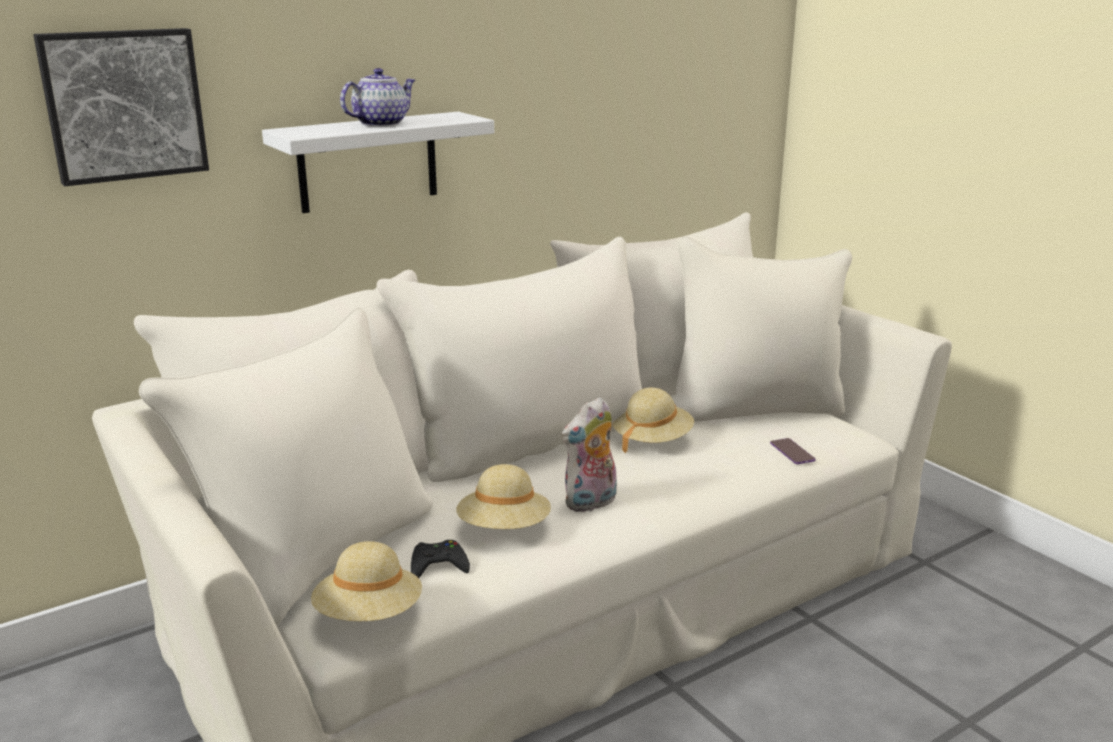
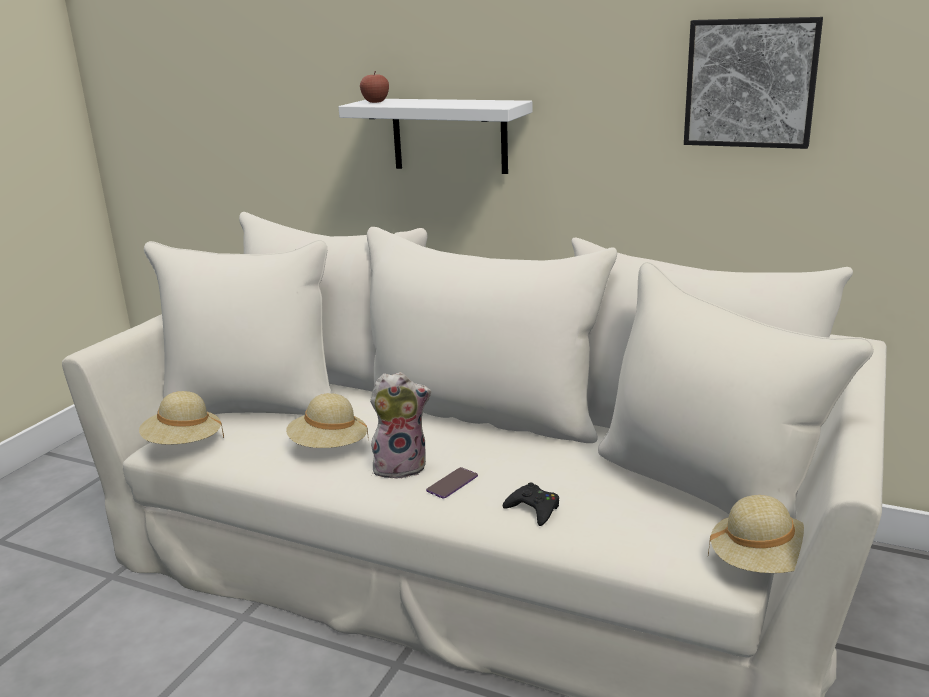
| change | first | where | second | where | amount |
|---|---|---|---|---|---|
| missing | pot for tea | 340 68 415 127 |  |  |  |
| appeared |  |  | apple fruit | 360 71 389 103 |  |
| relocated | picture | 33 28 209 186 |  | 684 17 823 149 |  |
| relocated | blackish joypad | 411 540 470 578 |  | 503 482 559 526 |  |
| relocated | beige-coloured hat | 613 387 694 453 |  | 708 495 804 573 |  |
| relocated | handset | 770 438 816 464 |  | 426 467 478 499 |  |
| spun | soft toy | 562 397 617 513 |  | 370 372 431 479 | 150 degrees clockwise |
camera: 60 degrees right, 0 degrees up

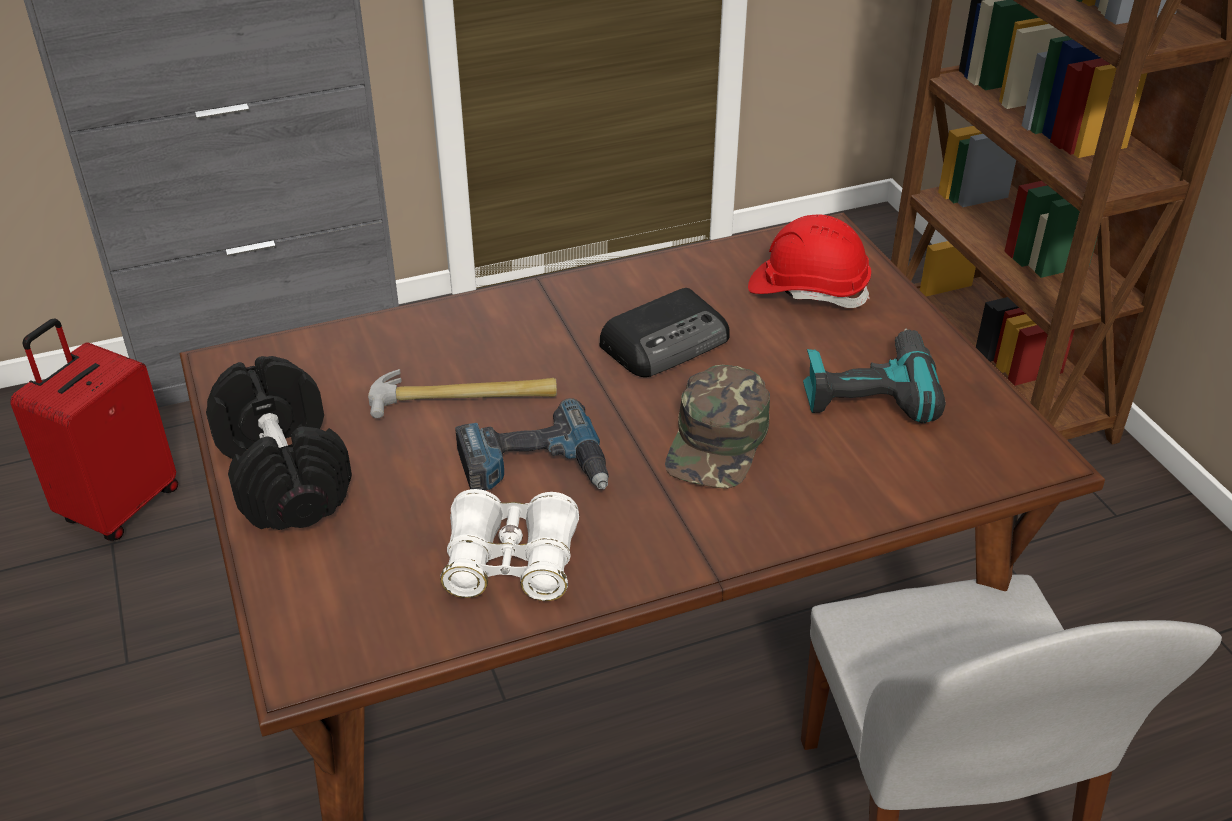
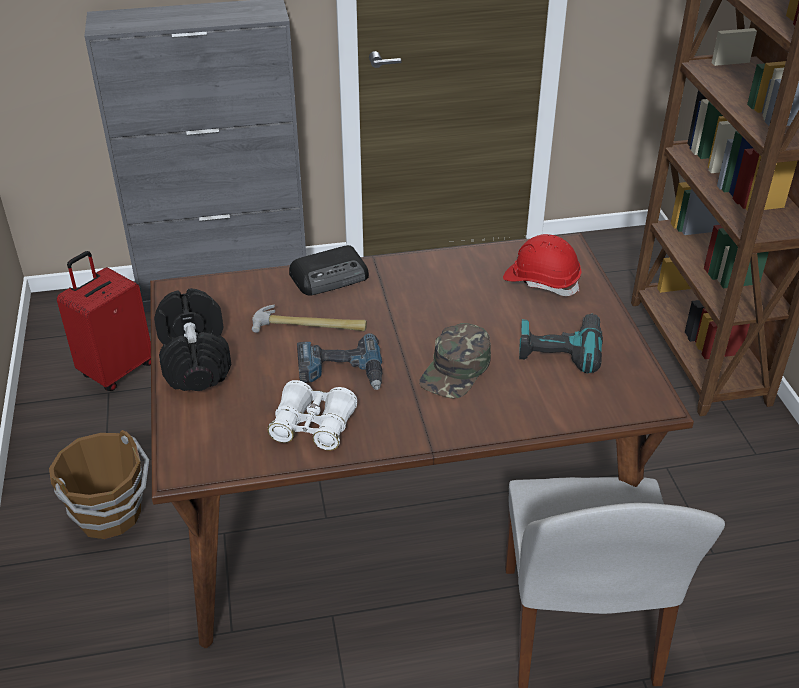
| change | first | where | second | where | amount |
|---|---|---|---|---|---|
| appeared |  |  | brownish water bucket | 49 430 149 539 |  |
| relocated | radio receiver | 600 288 730 377 |  | 289 245 369 296 |  |
camera: 10 degrees right, 0 degrees up

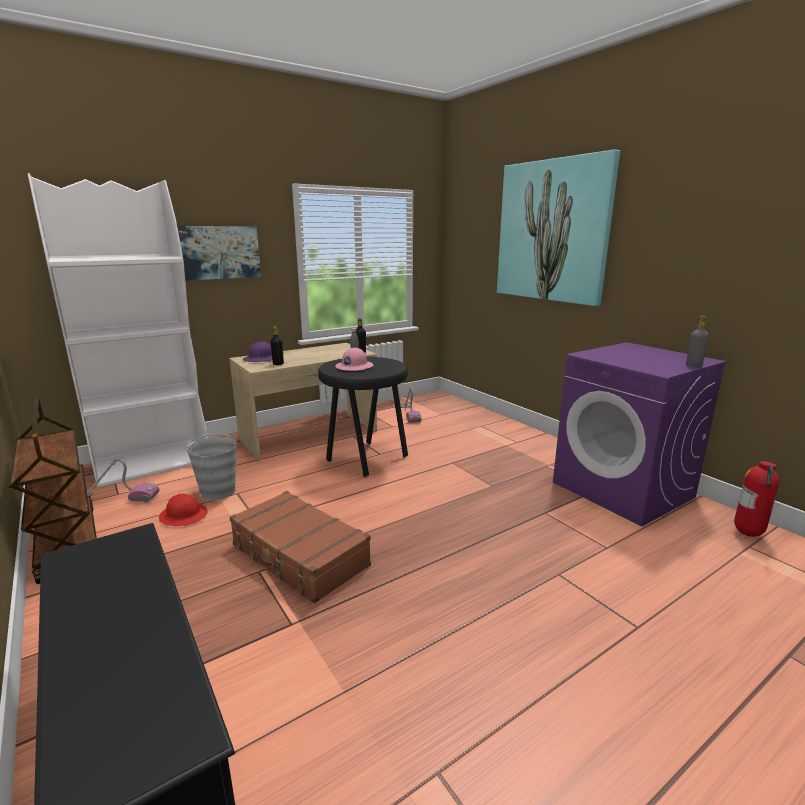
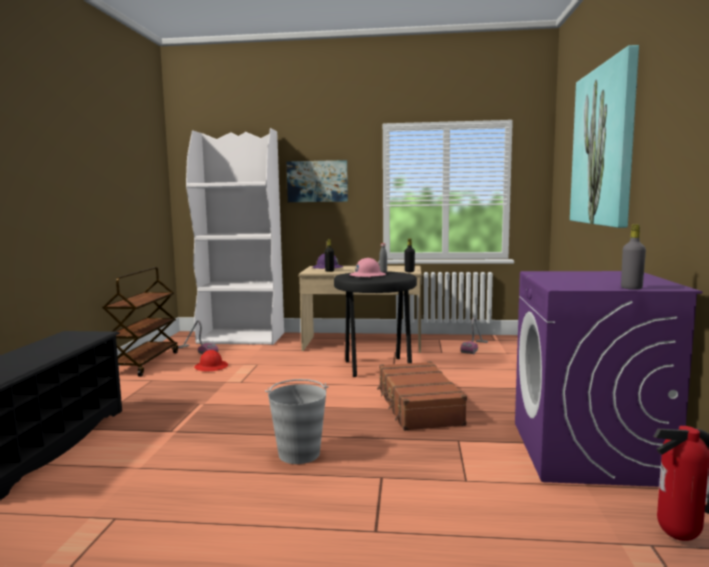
| change | first | where | second | where | amount |
|---|---|---|---|---|---|
| relocated | grey water bucket | 186 433 236 500 |  | 265 379 329 464 |  |
| relocated | brownish suitcase | 230 491 371 603 |  | 377 361 467 431 |  |
camera: 40 degrees right, 10 degrees down

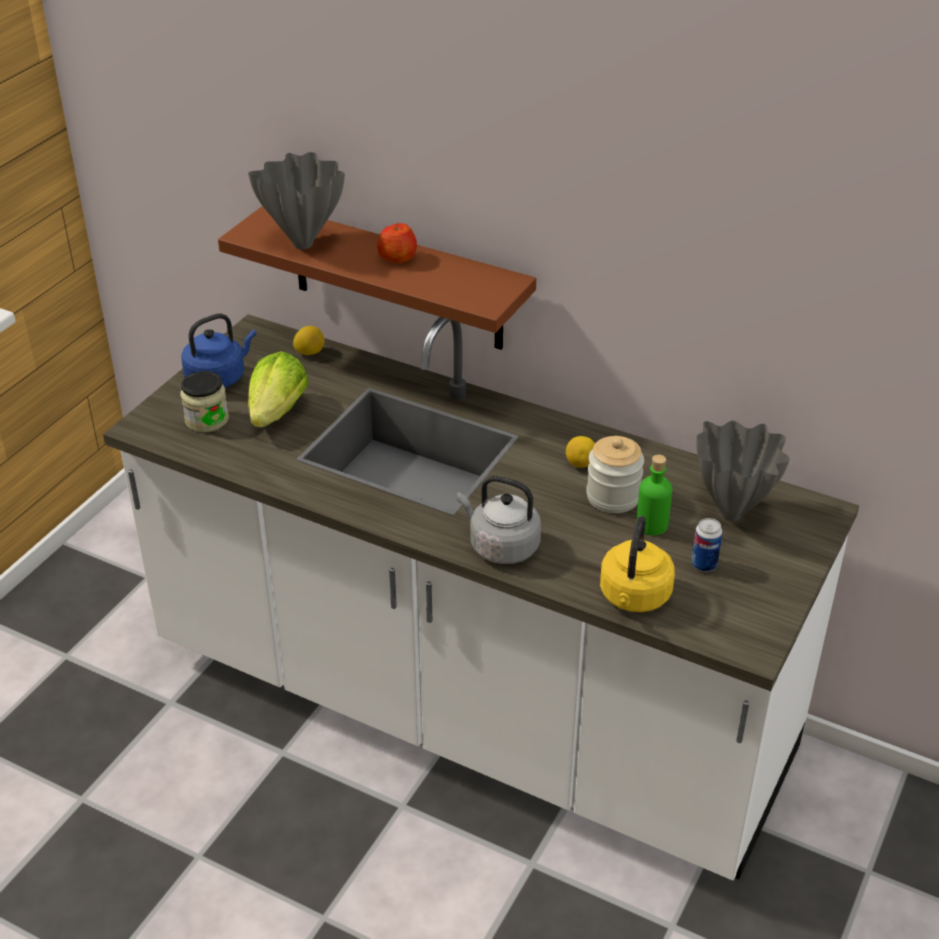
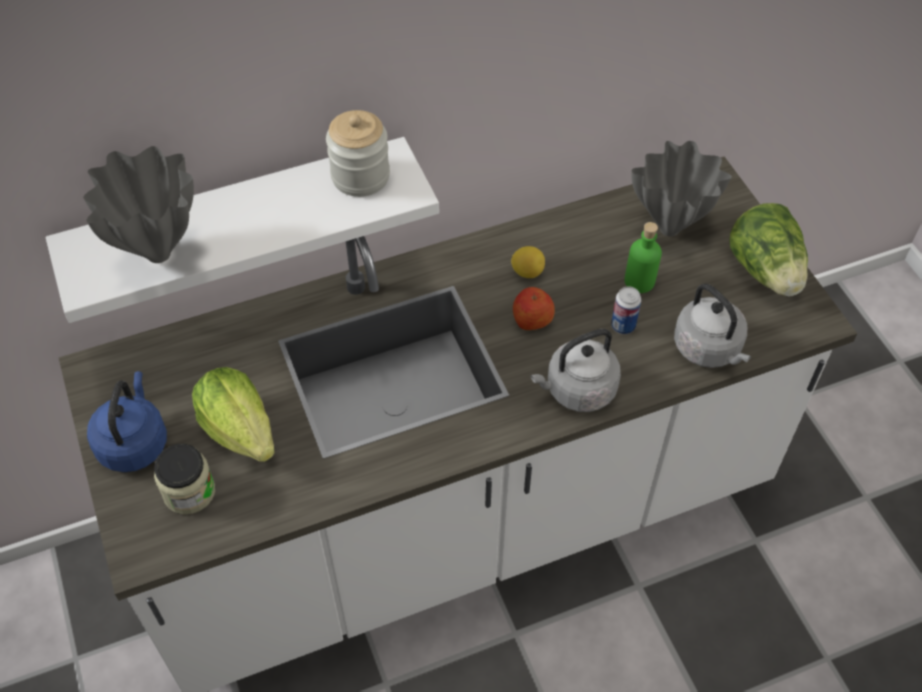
| change | first | where | second | where | amount |
|---|---|---|---|---|---|
| missing | citrus fruit | 293 326 325 355 |  |  |  |
| appeared |  |  | head of lettuce | 729 203 808 296 |  |
| relocated | apple fruit | 377 223 417 263 |  | 513 287 555 330 |  |
| relocated | preserve jar | 586 436 644 513 |  | 326 110 390 197 |  |
| relocated | sealed can | 691 518 722 572 |  | 611 286 641 334 |  |
| colour | brownish shelf | 218 206 536 350 | whitish shelf | 46 137 439 323 |  |
| colour | yellowish kettle | 600 516 675 612 | grey kettle | 674 283 751 368 |  |
camera: 50 degrees left, 15 degrees up

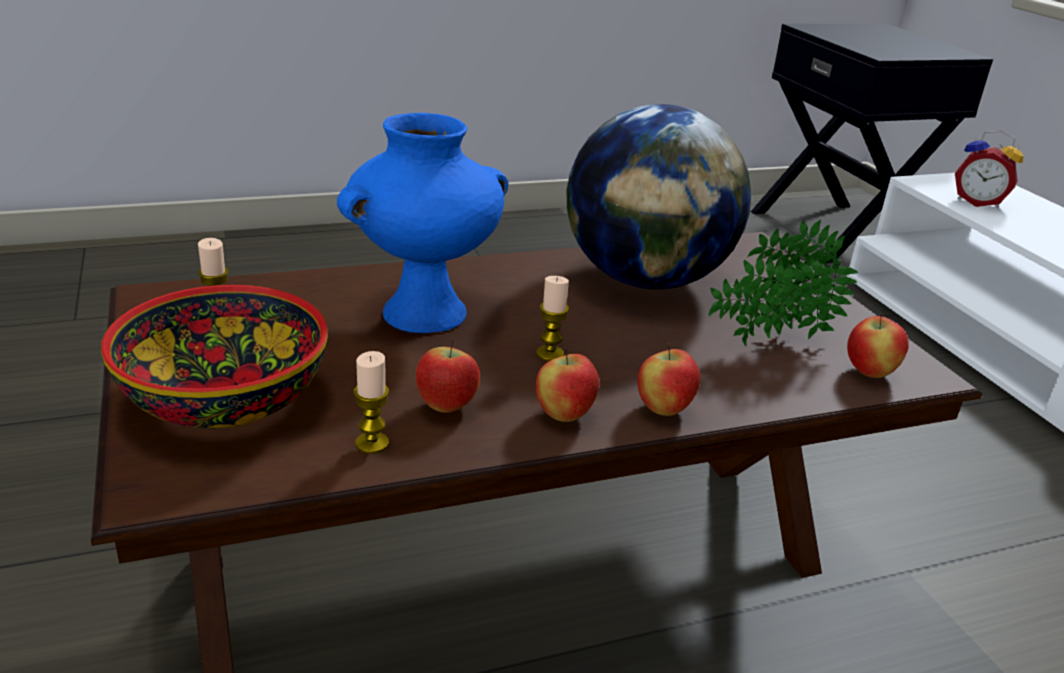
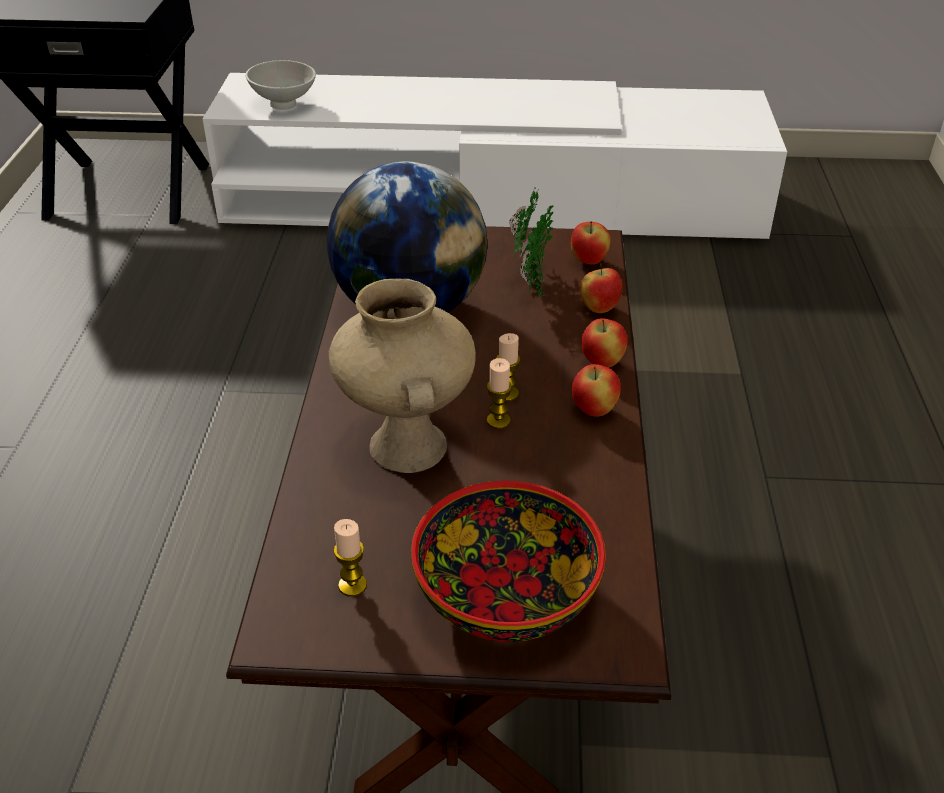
| change | first | where | second | where | amount |
|---|---|---|---|---|---|
| relocated | candle | 353 351 389 454 |  | 487 358 512 429 |  |
| relocated | apple fruit | 416 338 480 413 |  | 580 264 623 313 |  |
| exchanged | bedside clock | 955 131 1024 208 | whitish deep dish | 245 60 316 110 |  |
| colour | blue decorative vase | 337 113 509 333 | beige-coloured decorative vase | 329 279 476 473 |  |
camera: 65 degrees left, 10 degrees up

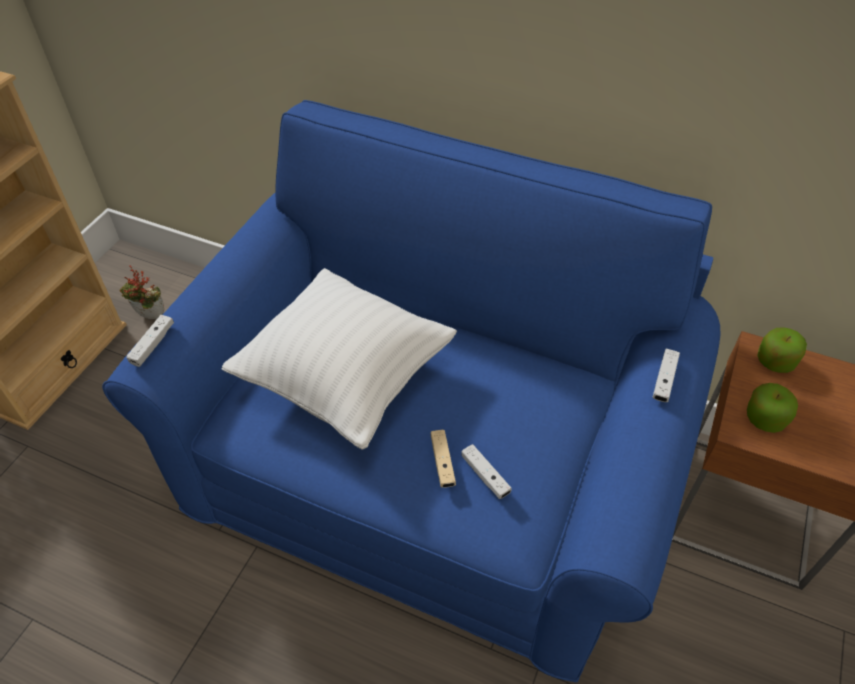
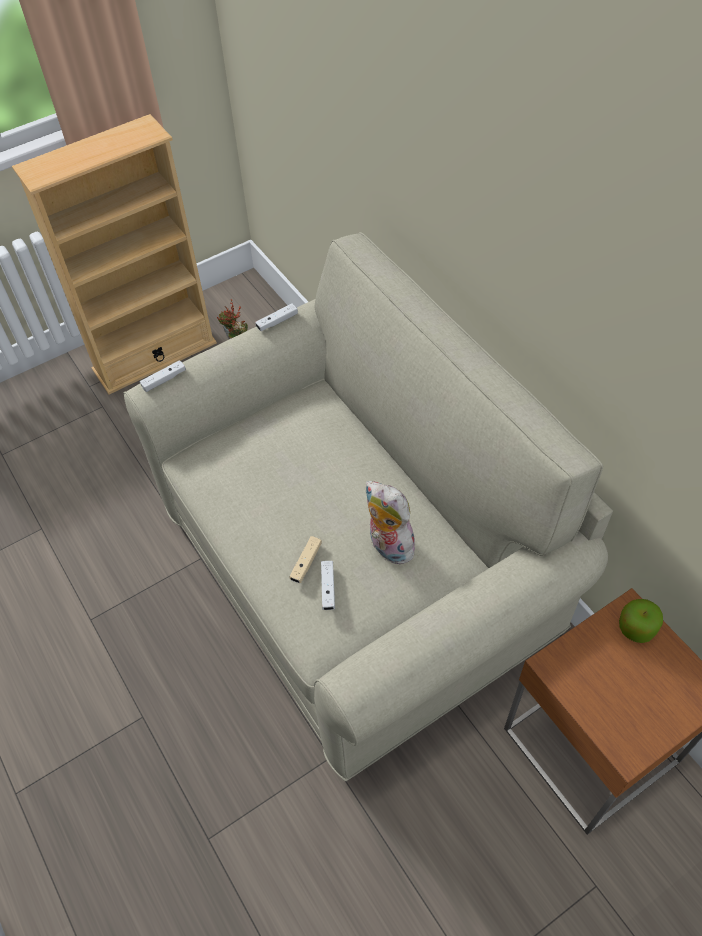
| change | first | where | second | where | amount |
|---|---|---|---|---|---|
| missing | whitish pillow | 222 268 457 450 |  |  |  |
| missing | apple fruit | 747 383 798 433 |  |  |  |
| appeared |  |  | soft toy | 366 481 415 565 |  |
| relocated | whitish joypad | 652 349 680 402 |  | 255 303 298 331 |  |
| colour | blue settee | 102 100 720 682 | beige-coloured settee | 123 232 613 781 |  |
camera: 35 degrees right, 5 degrees up

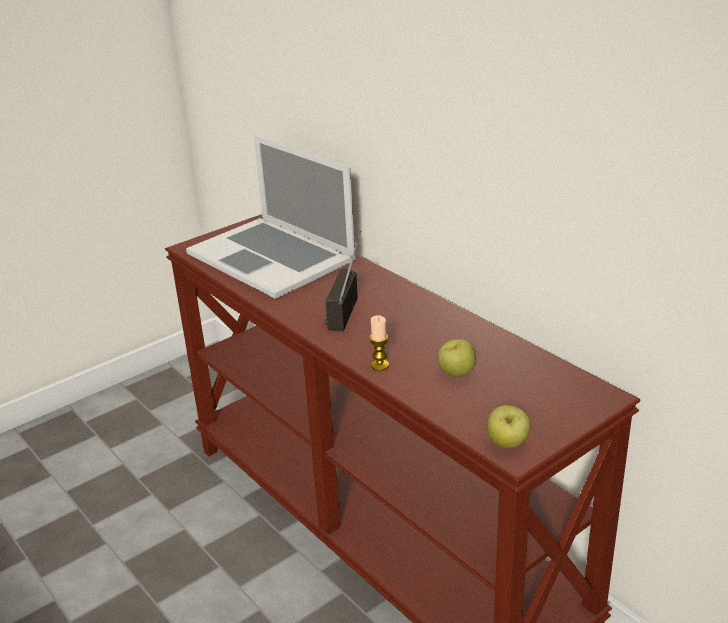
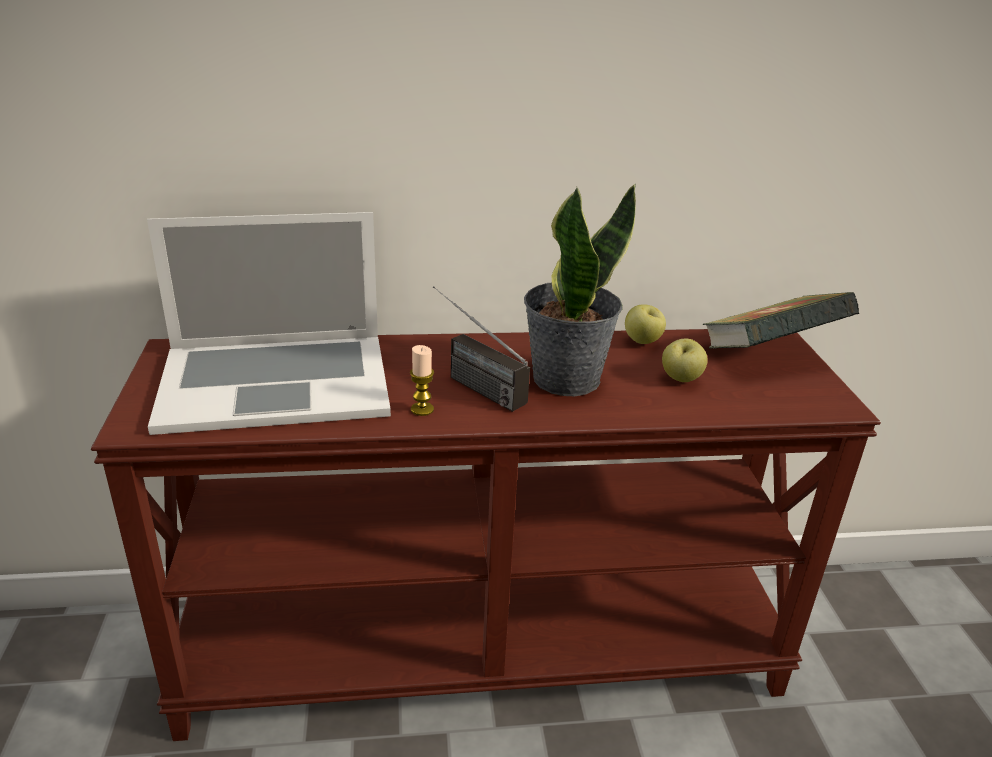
| change | first | where | second | where | amount |
|---|---|---|---|---|---|
| appeared |  |  | houseplant | 524 184 636 396 |  |
| appeared |  |  | bound book | 703 292 860 349 |  |
| relocated | candle | 370 315 389 371 |  | 410 345 434 416 |  |
| relocated | apple fruit | 487 405 531 448 |  | 625 304 666 344 |  |
camera: 60 degrees left, 0 degrees up

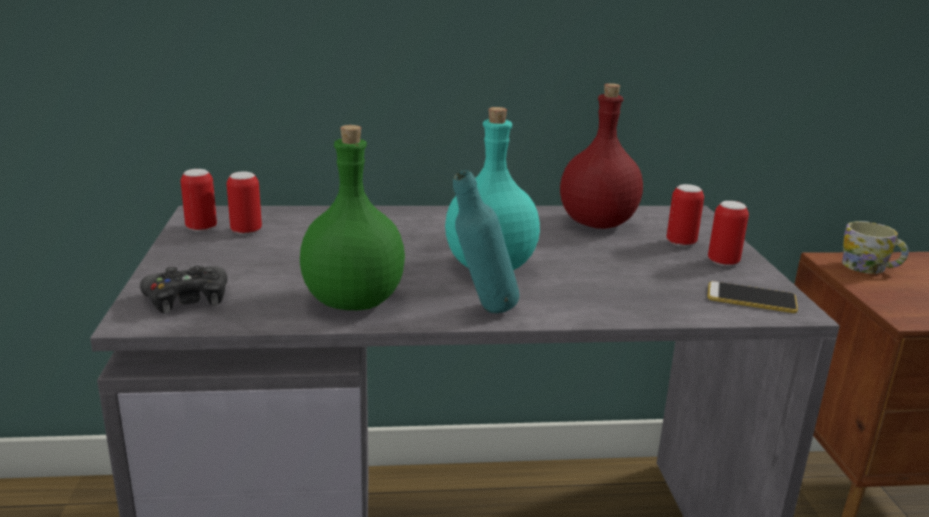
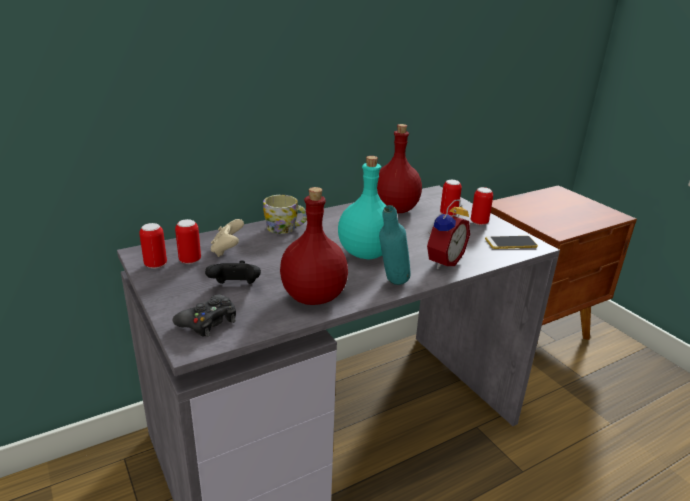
| change | first | where | second | where | amount |
|---|---|---|---|---|---|
| appeared |  |  | blackish joypad | 205 260 261 284 |  |
| appeared |  |  | beige-coloured joypad | 211 219 244 257 |  |
| appeared |  |  | bedside clock | 427 199 470 269 |  |
| relocated | coffee mug | 842 221 909 274 |  | 263 195 307 234 |  |
| colour | green drink bottle | 300 125 405 310 | reddish drink bottle | 280 187 348 305 |  |
camera: 25 degrees left, 5 degrees up

